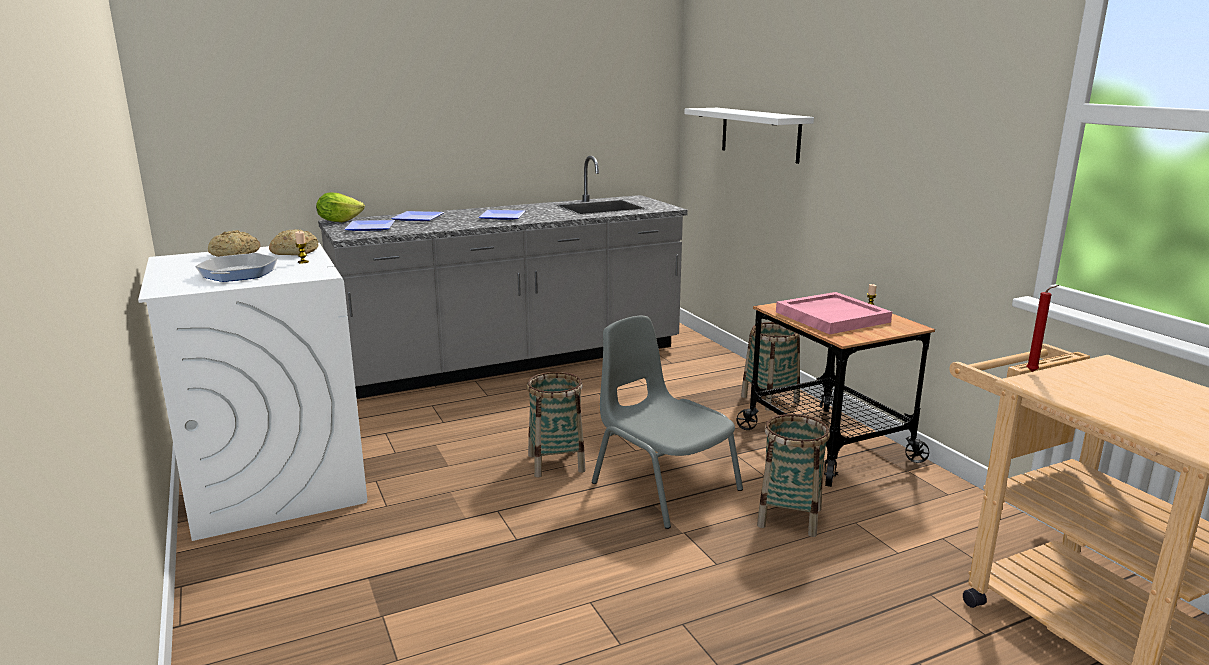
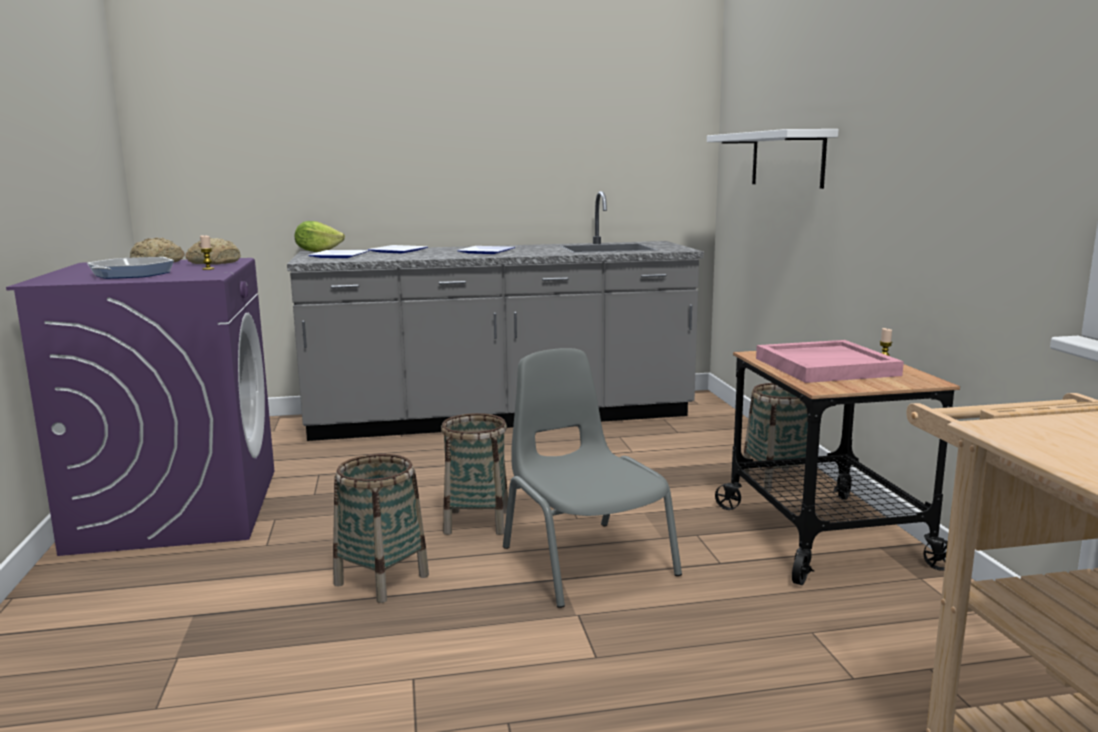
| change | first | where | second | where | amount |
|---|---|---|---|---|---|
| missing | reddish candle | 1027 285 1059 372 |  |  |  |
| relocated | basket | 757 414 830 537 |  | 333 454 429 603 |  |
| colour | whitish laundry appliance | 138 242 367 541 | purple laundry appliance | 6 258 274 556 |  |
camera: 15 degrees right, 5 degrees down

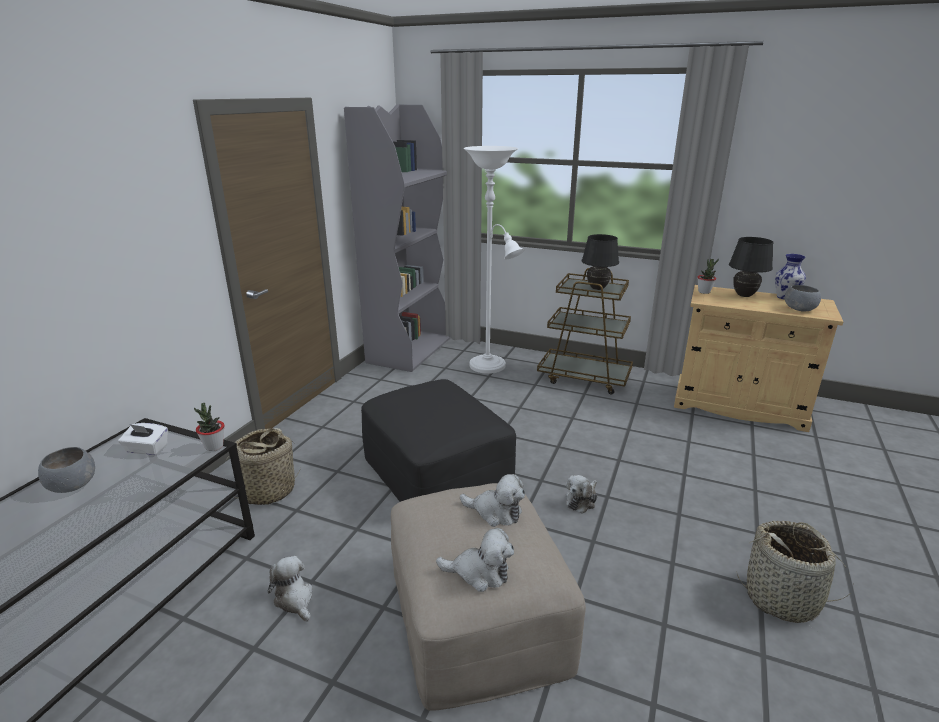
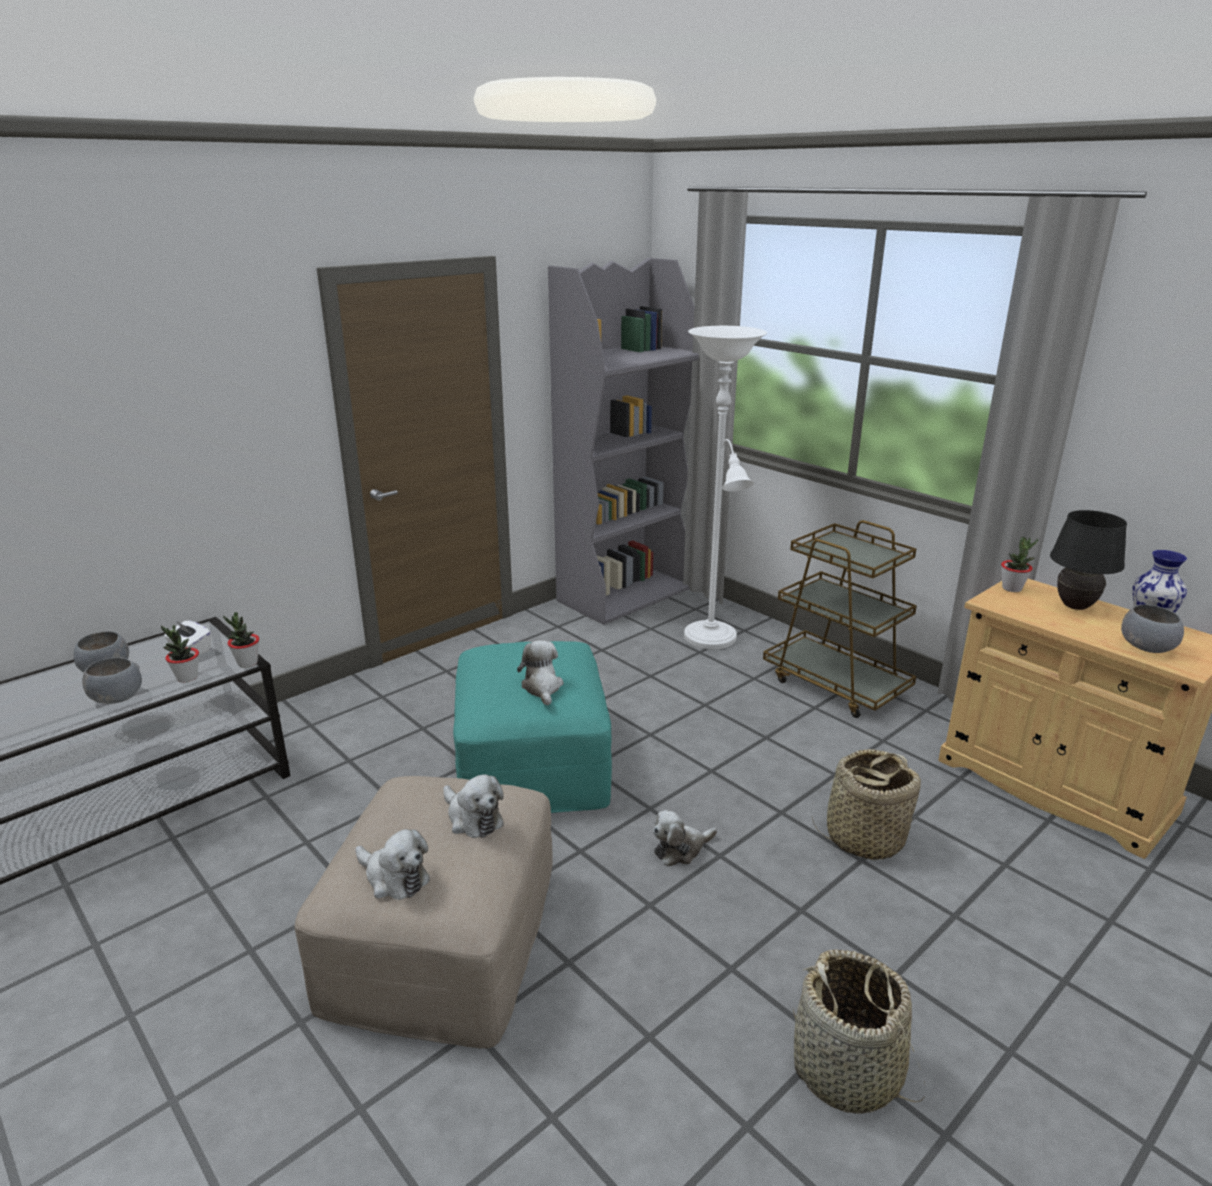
| change | first | where | second | where | amount |
|---|---|---|---|---|---|
| missing | blackish lamp for a table | 582 234 619 290 |  |  |  |
| appeared |  |  | grey deep dish | 82 657 142 704 |  |
| appeared |  |  | houseplant | 161 625 199 683 |  |
| relocated | basket | 225 428 301 505 |  | 812 749 921 861 |  |
| relocated | soft toy | 268 556 313 622 |  | 517 640 563 706 |  |
| colour | blackish pouffe | 361 379 516 502 | blue-green pouffe | 453 641 612 813 |  |
camera: 25 degrees right, 0 degrees up

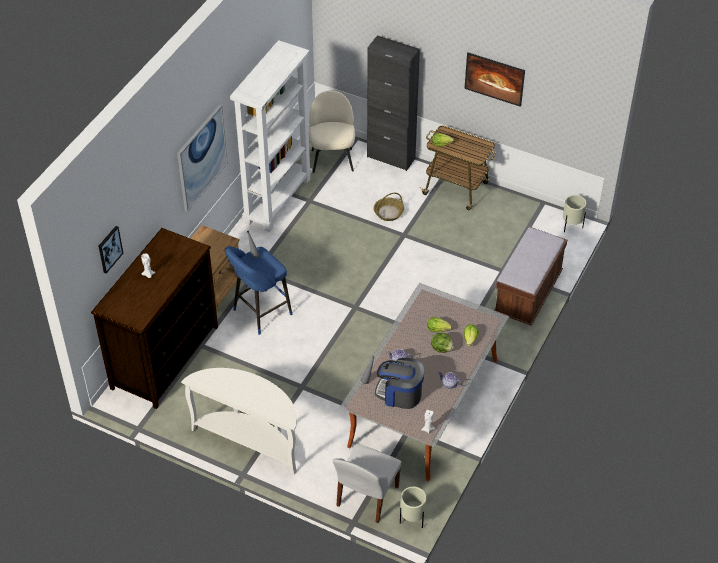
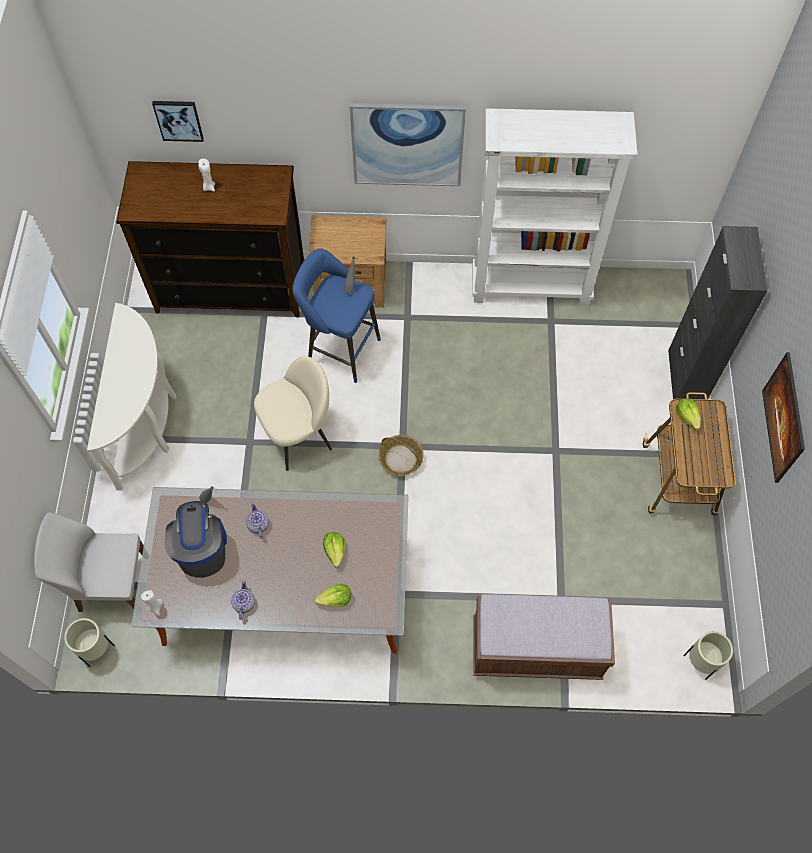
| change | first | where | second | where | amount |
|---|---|---|---|---|---|
| missing | head of lettuce | 431 333 454 353 |  |  |  |
| relocated | beige-coloured chair | 309 91 355 173 |  | 254 356 332 471 |  |
| relocated | basket | 374 193 404 221 |  | 378 435 424 476 |  |
camera: 65 degrees right, 15 degrees up

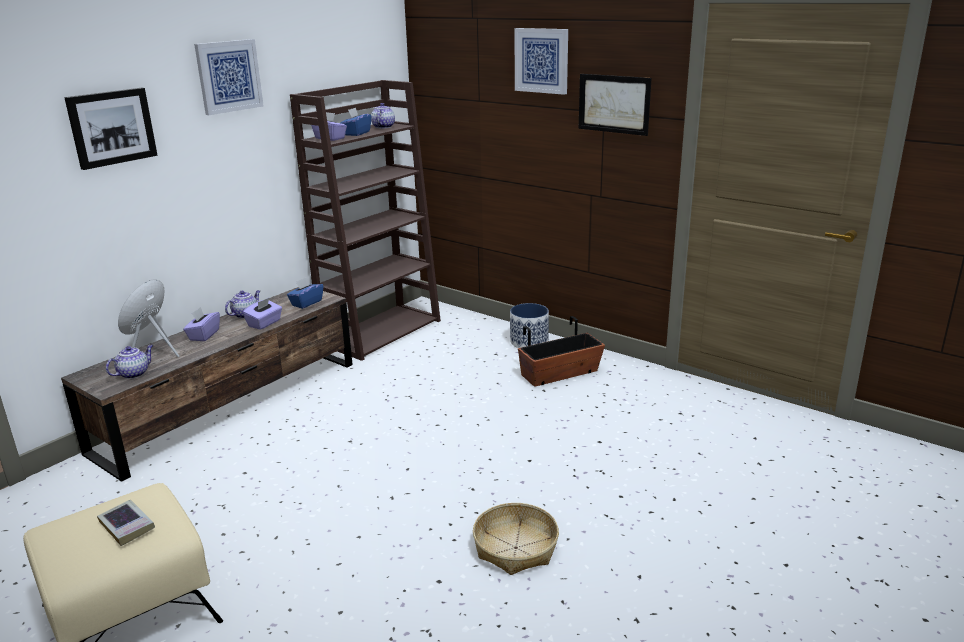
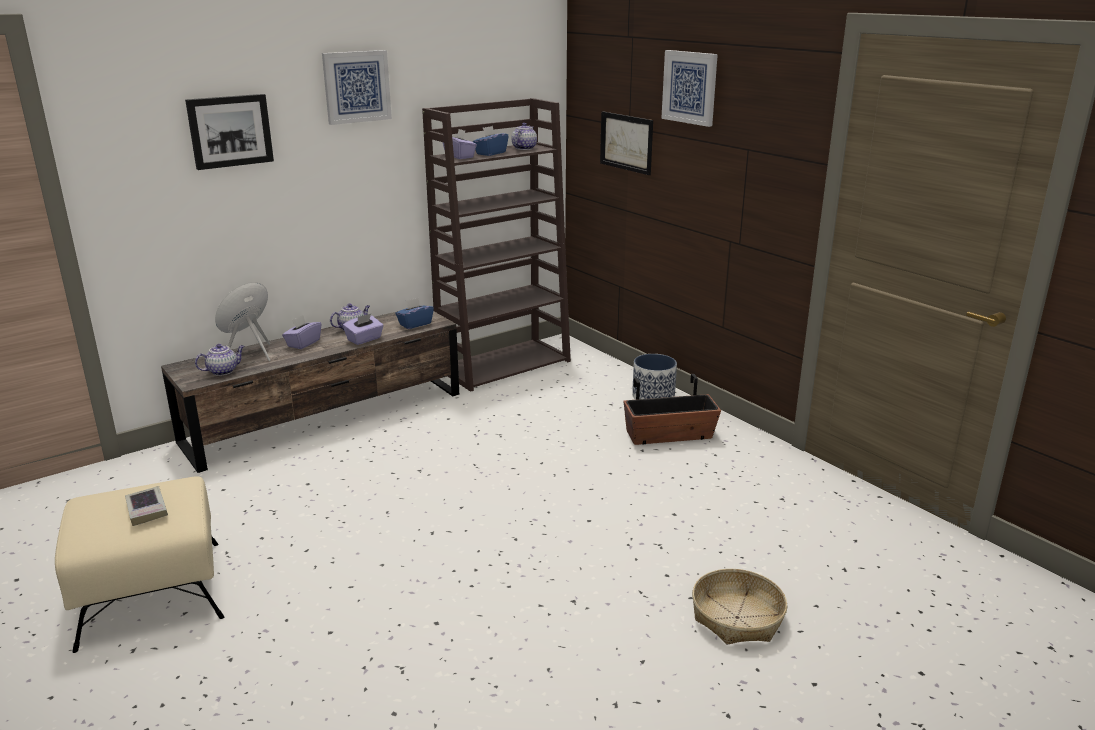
| change | first | where | second | where | amount |
|---|---|---|---|---|---|
| relocated | basket | 473 503 559 575 |  | 692 569 787 644 |  |
| relocated | picture | 579 74 652 136 |  | 600 111 653 175 |  |
camera: 15 degrees right, 0 degrees up

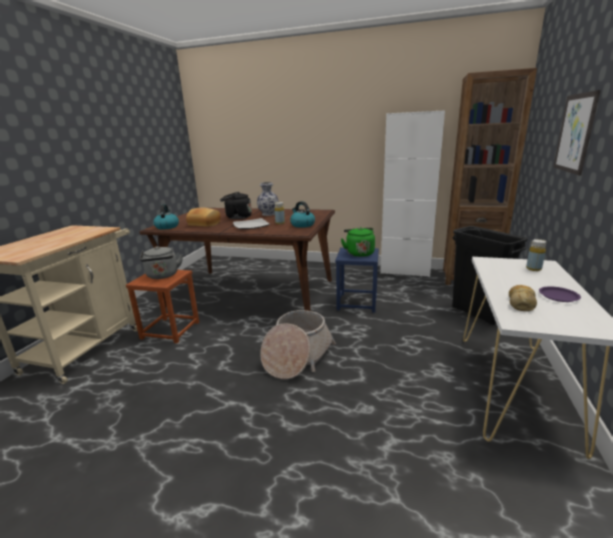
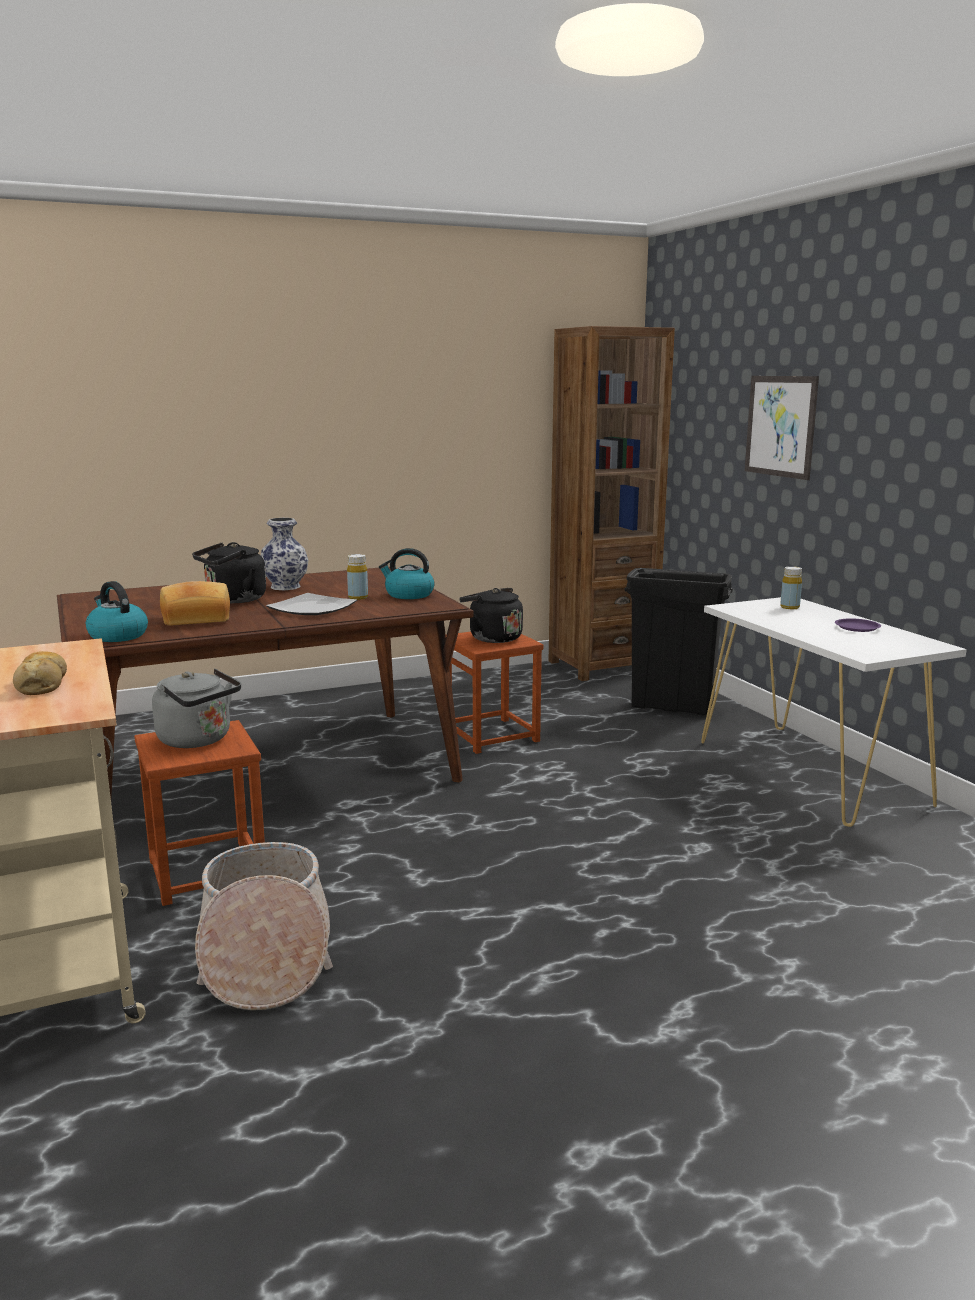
| change | first | where | second | where | amount |
|---|---|---|---|---|---|
| missing | whitish cupboard | 380 110 445 277 |  |  |  |
| relocated | basket | 260 310 336 379 |  | 195 842 333 1010 |  |
| relocated | bread | 509 285 537 311 |  | 13 651 67 695 |  |
| colour | blue sitting stool | 335 247 379 313 | brownish sitting stool | 446 632 543 754 |  |
| colour | green kettle | 341 227 375 257 | blackish kettle | 459 588 523 643 |  |
camera: 40 degrees left, 5 degrees down

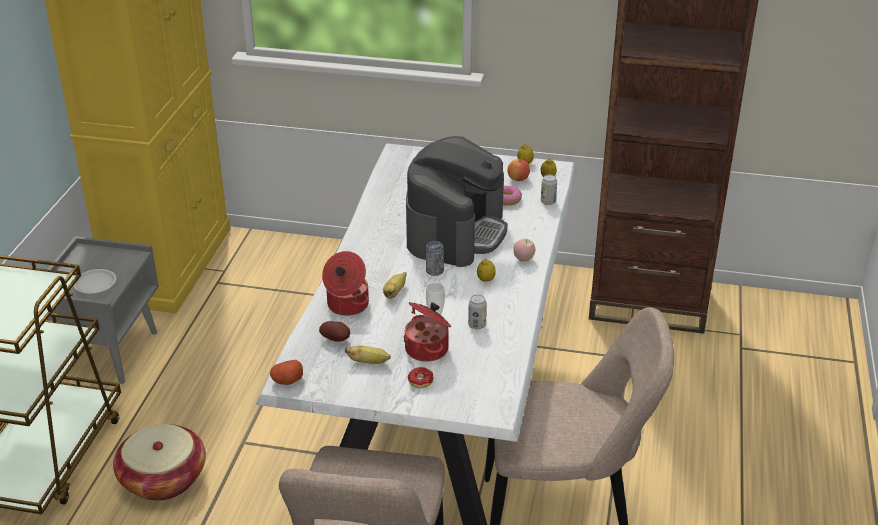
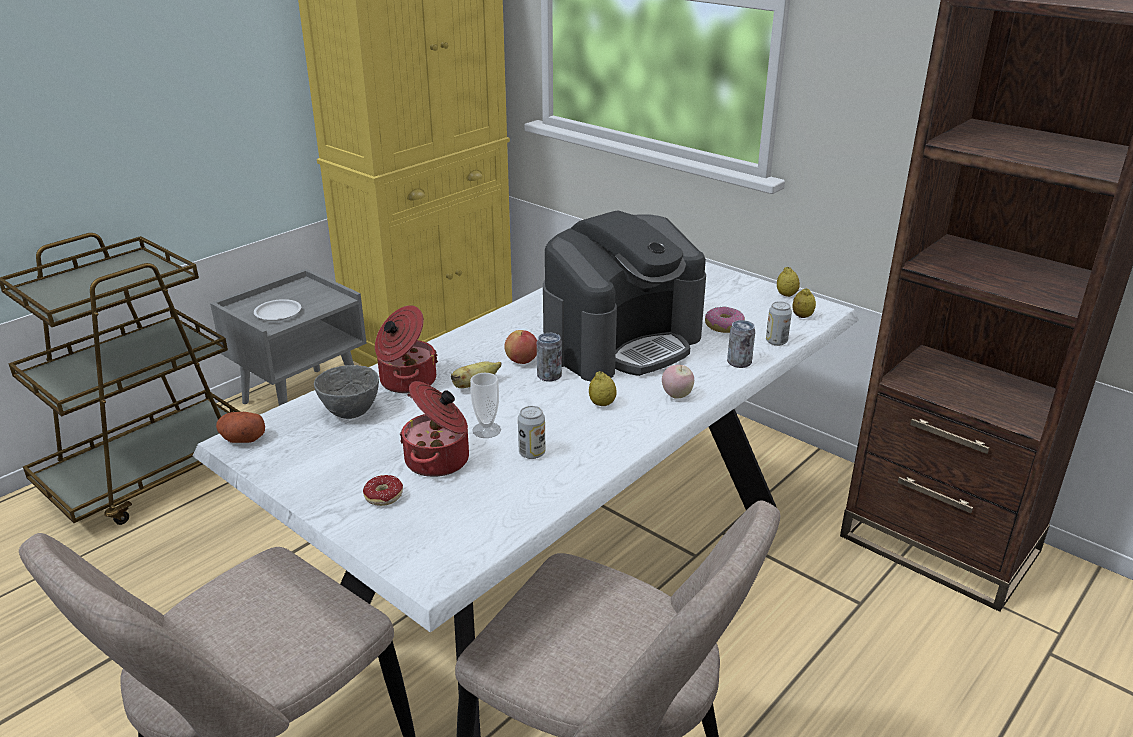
| change | first | where | second | where | amount |
|---|---|---|---|---|---|
| missing | basket | 113 424 206 501 |  |  |  |
| missing | banana | 345 346 391 364 |  |  |  |
| appeared |  |  | sealed can | 727 320 755 368 |  |
| relocated | apple fruit | 507 159 530 181 |  | 504 330 537 364 |  |
| exchanged | spud | 319 321 350 342 | grey deep dish | 314 365 379 419 |  |
camera: 30 degrees right, 5 degrees down

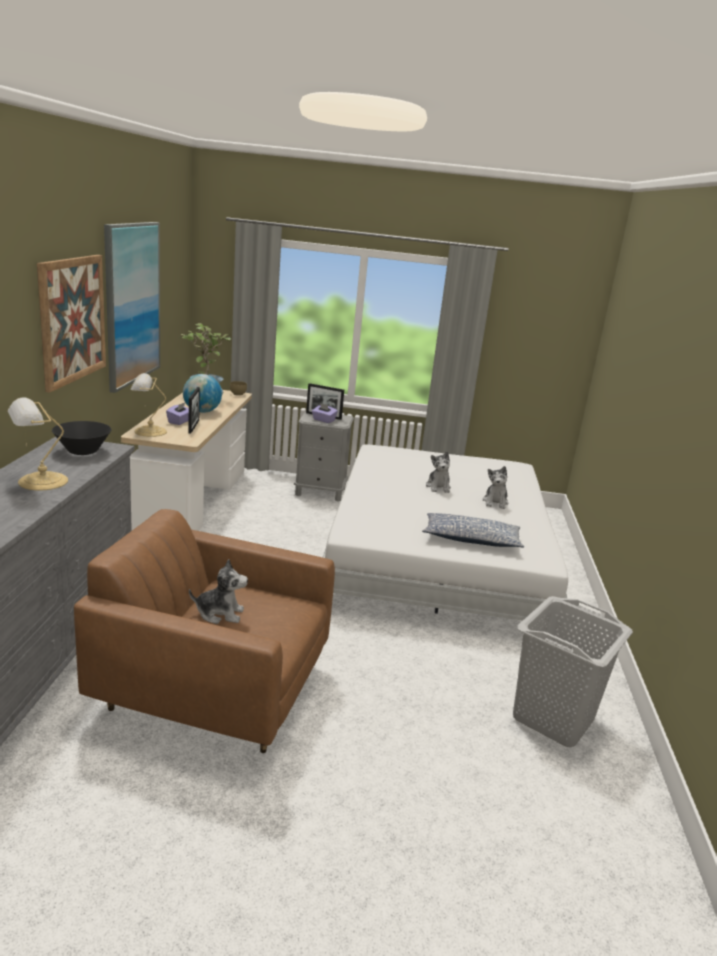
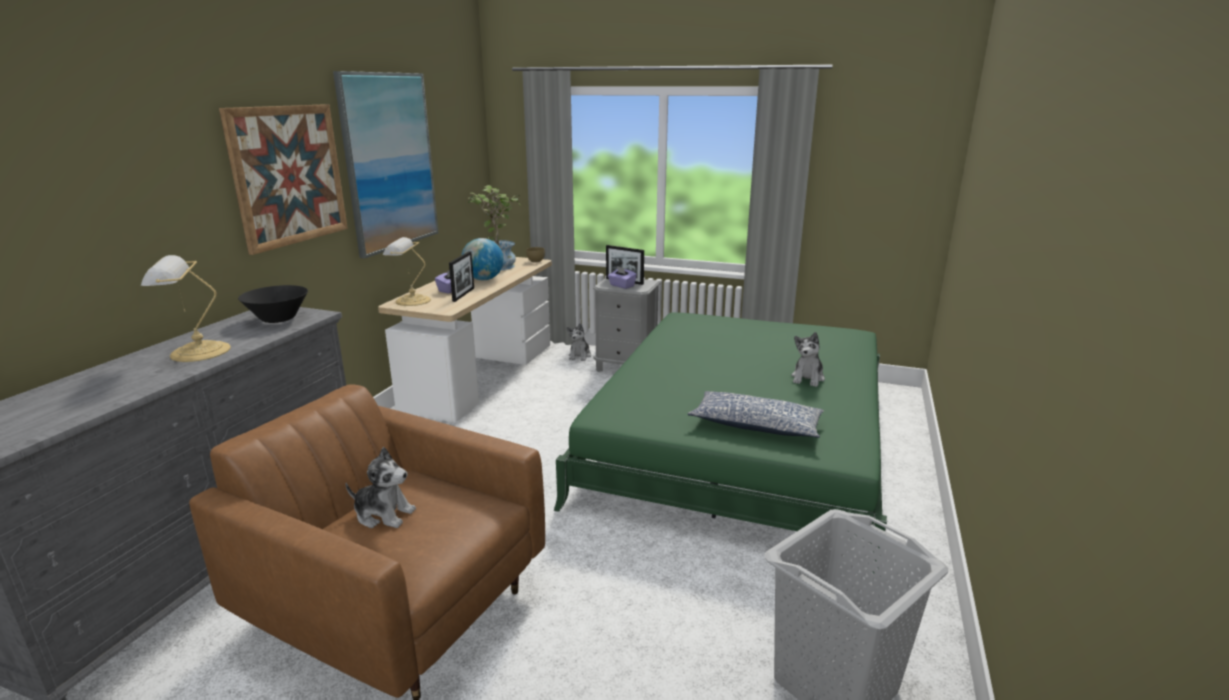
| change | first | where | second | where | amount |
|---|---|---|---|---|---|
| relocated | soft toy | 426 451 451 493 |  | 567 323 591 361 |  |
| colour | whitish sleeping bed | 322 444 570 645 | green sleeping bed | 554 312 887 580 |  |
camera: 15 degrees right, 0 degrees up

